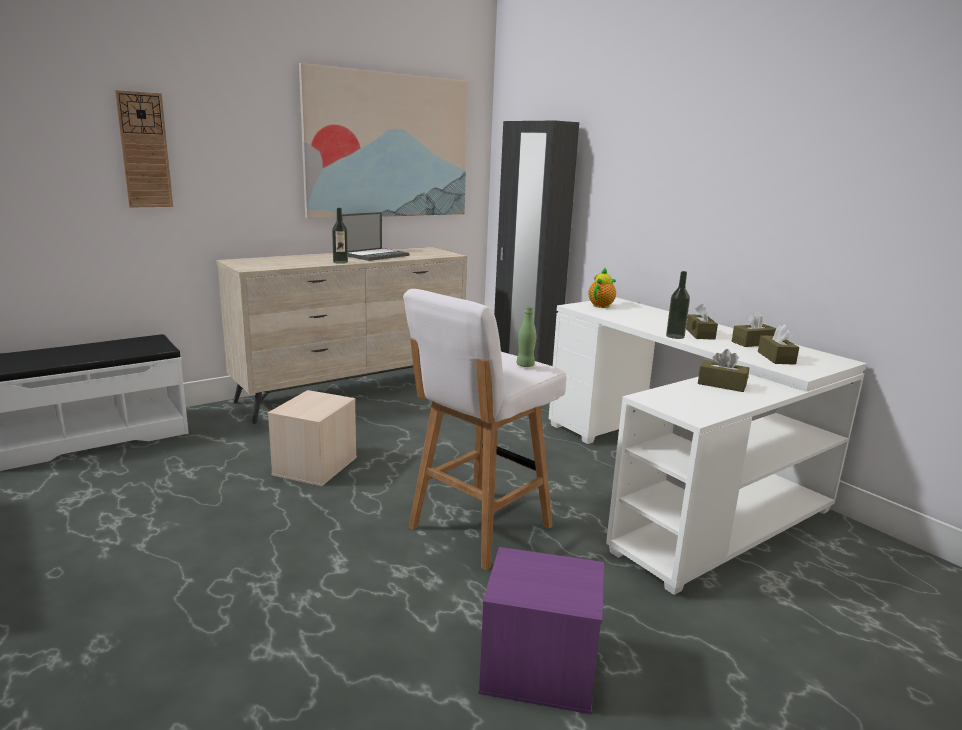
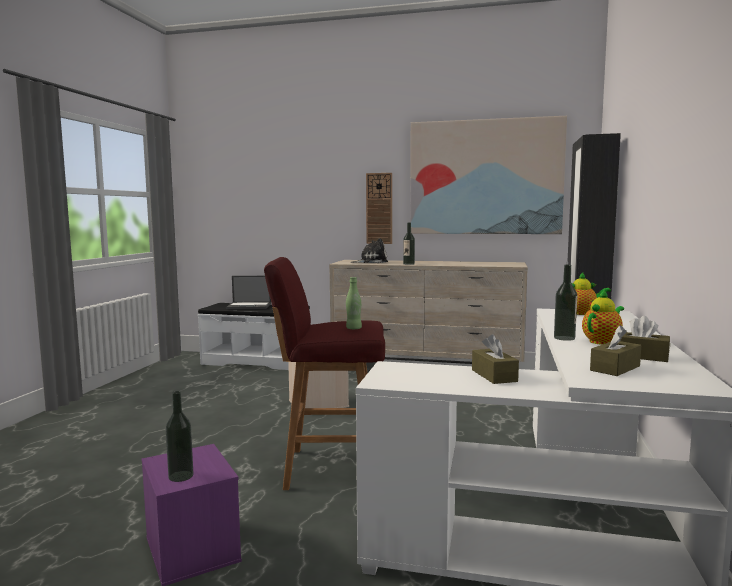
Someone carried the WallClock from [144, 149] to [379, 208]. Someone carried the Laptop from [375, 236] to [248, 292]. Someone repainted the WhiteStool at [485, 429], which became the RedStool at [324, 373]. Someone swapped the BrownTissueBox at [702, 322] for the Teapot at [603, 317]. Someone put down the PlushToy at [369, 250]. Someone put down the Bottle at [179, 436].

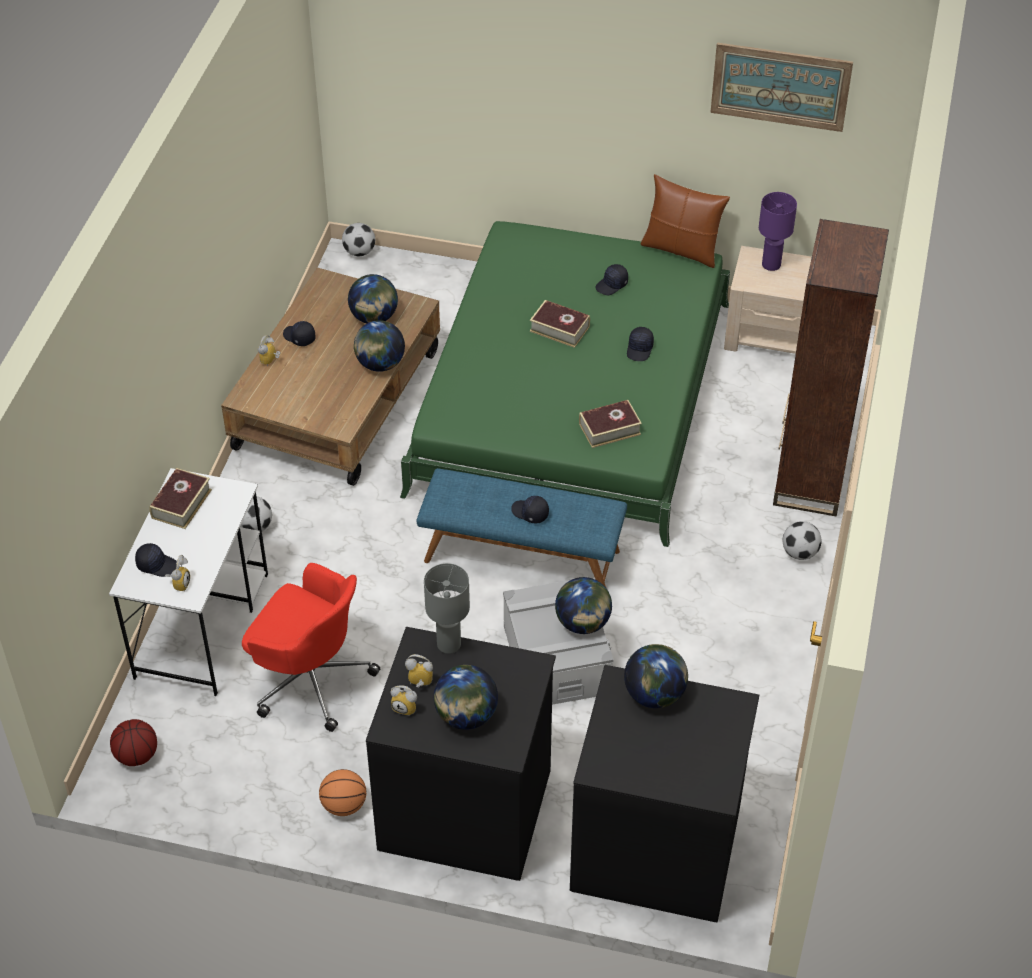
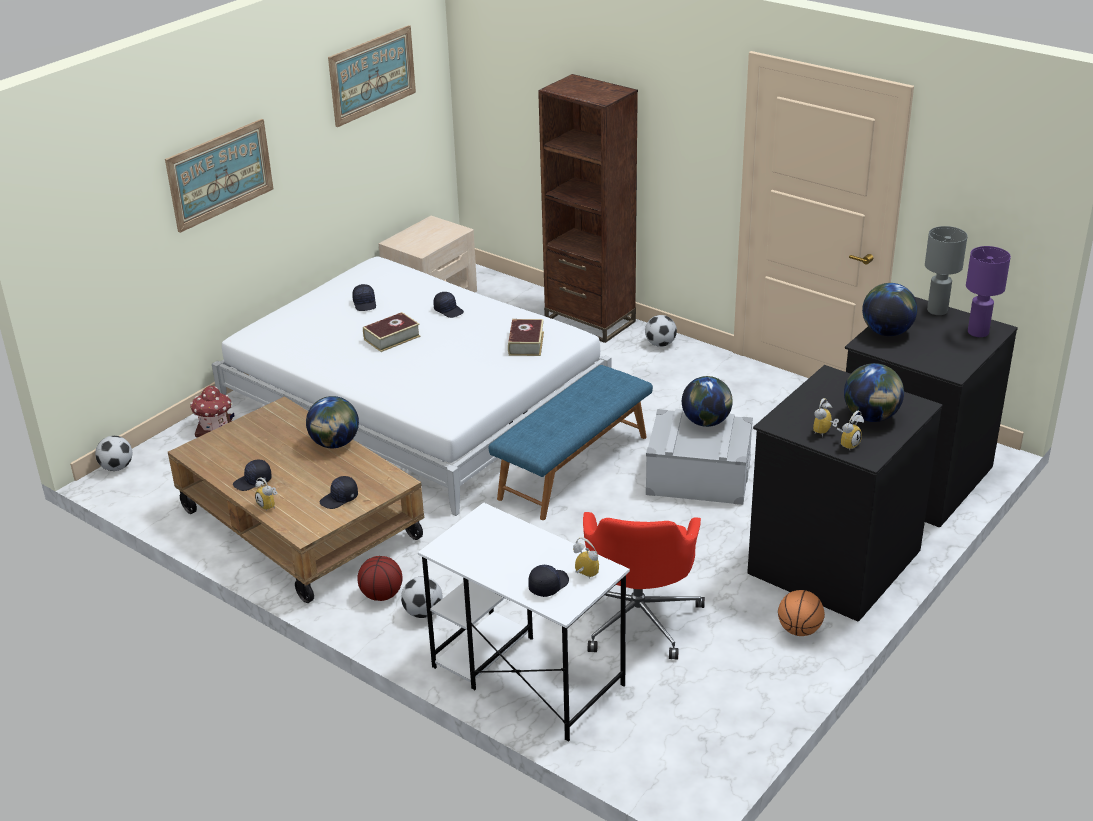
Someone took away the BrownPillow at [685, 221]. Someone carried the PurpleTableLamp from [778, 231] to [988, 291]. Someone repainted the GreenBed at [565, 384], which became the WhiteBed at [412, 386]. Someone took away the Globe at [373, 299]. Someone took away the Book at [180, 498]. Someone carried the BlackCap from [530, 509] to [339, 492]. Someone rotated the RedOfficeChair at [311, 647] by 135 degrees clockwise. Someone carried the GreyTableLamp from [447, 608] to [946, 270]. Someone carried the Basketball from [133, 742] to [380, 578]. Someone put up the Picture at [219, 176]. Someone put down the ToyHouse at [212, 411].

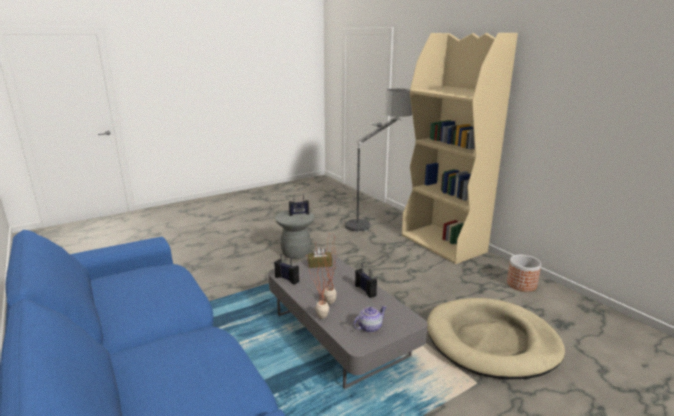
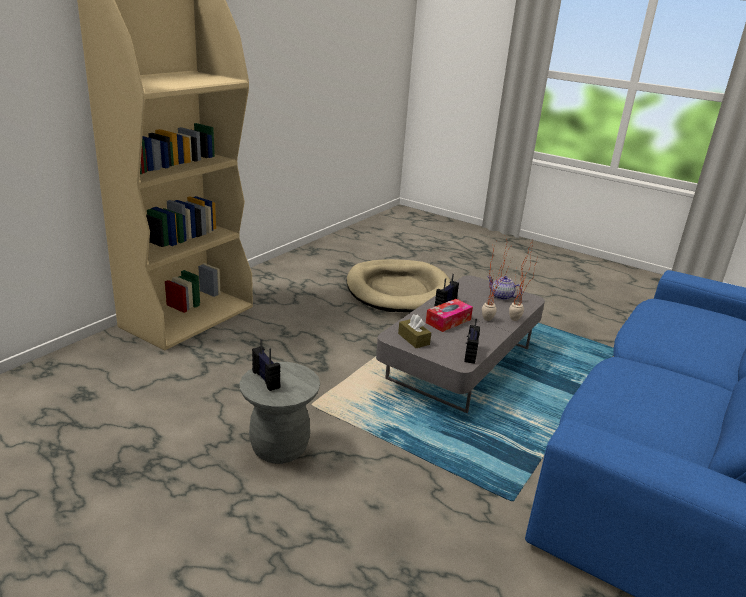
Someone took away the FloorLamp at [377, 160]. Someone took away the Planter at [524, 273]. Someone put down the TissueBox at [449, 315].

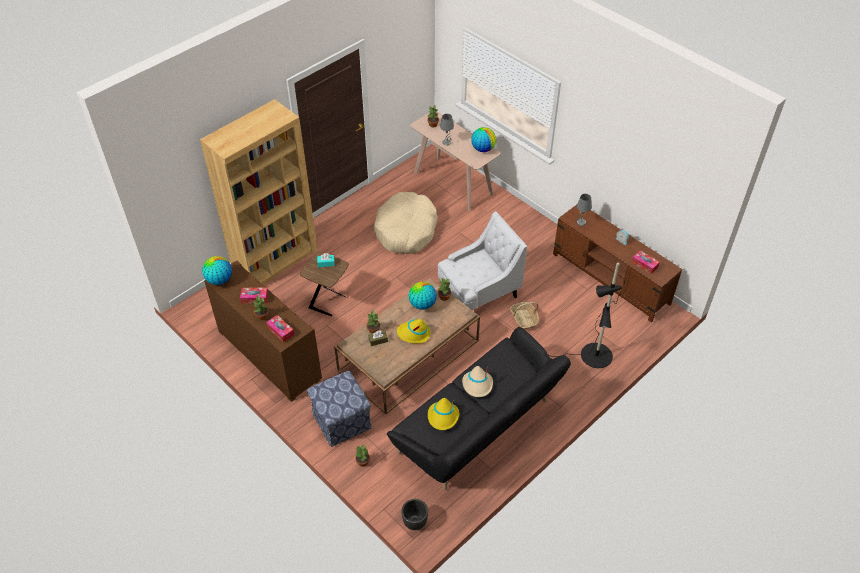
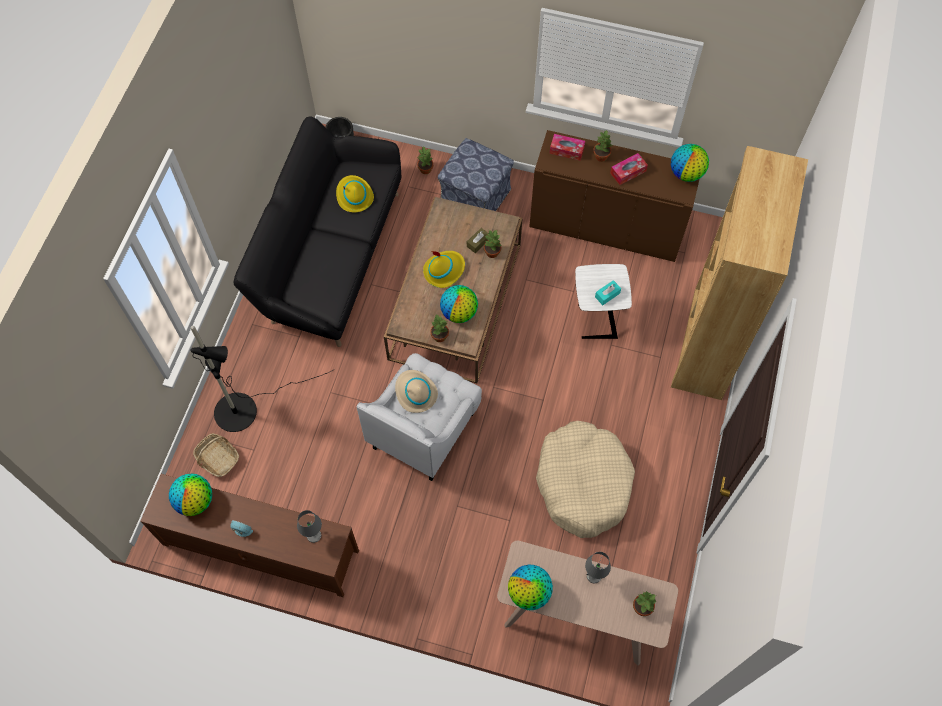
Someone swapped the TissueBox at [646, 262] for the Globe at [190, 495]. Someone repainted the BrownSideTable at [324, 284], which became the WhiteSideTable at [603, 301]. Someone carried the Basket from [524, 315] to [216, 455]. Someone carried the BeigeHat from [477, 381] to [416, 391].

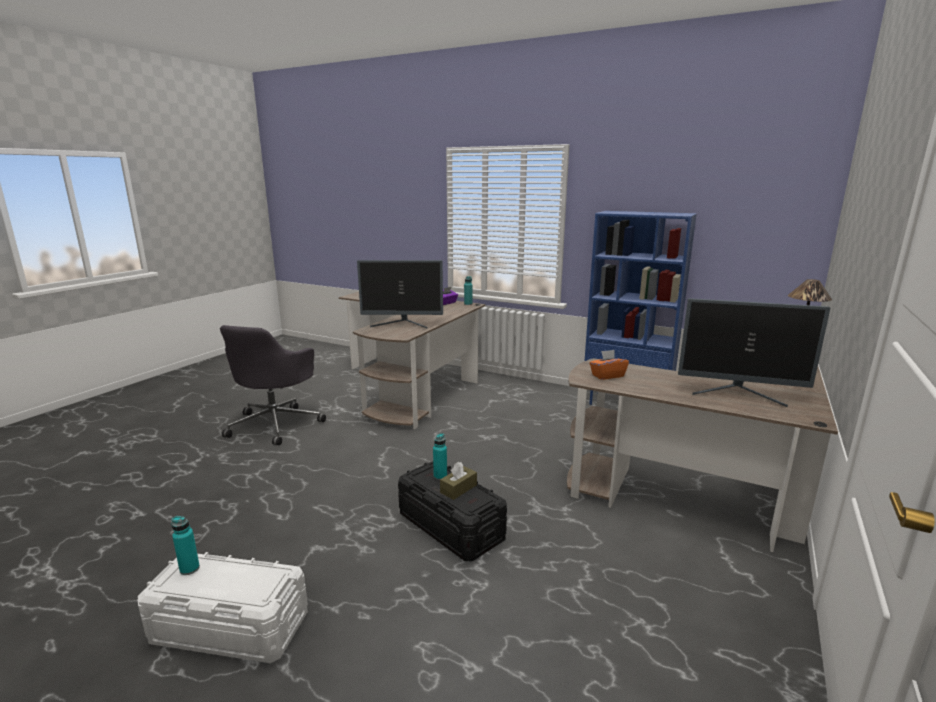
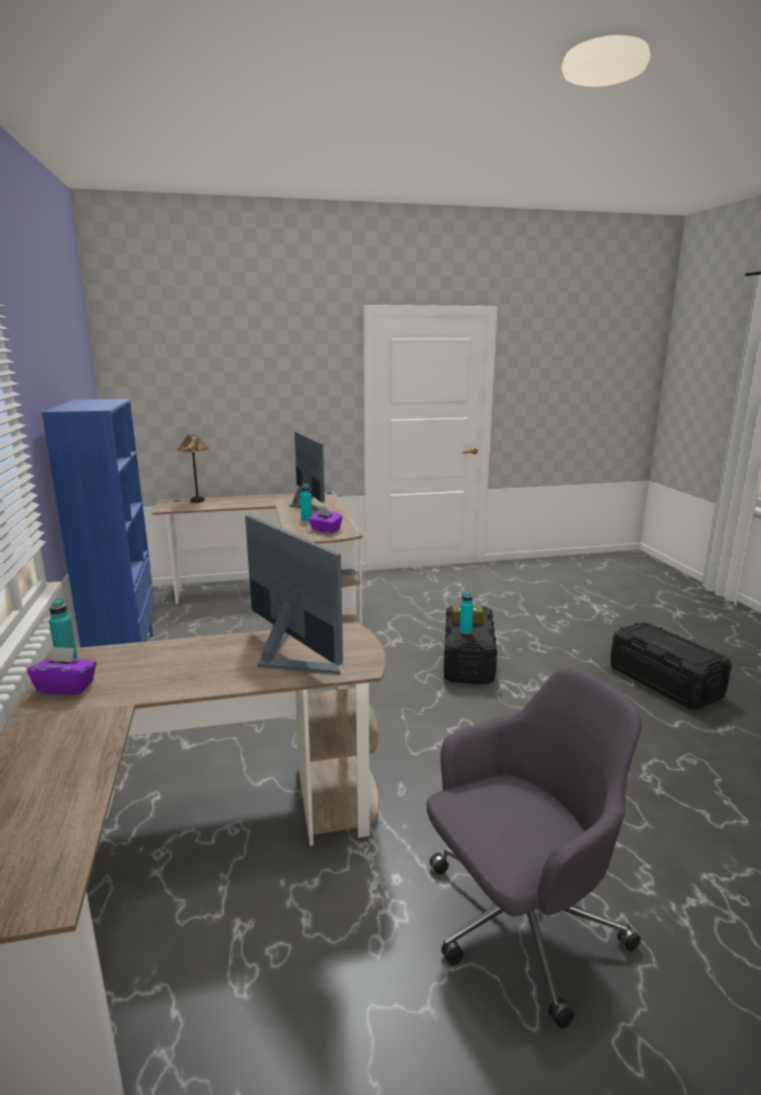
Someone repainted the OrangeTissueBox at [609, 365], which became the PurpleTissueBox at [326, 520]. Someone carried the TurquoiseBottle from [185, 545] to [306, 502]. Someone repainted the WhiteStorageBox at [222, 607], which became the BlackStorageBox at [671, 666].

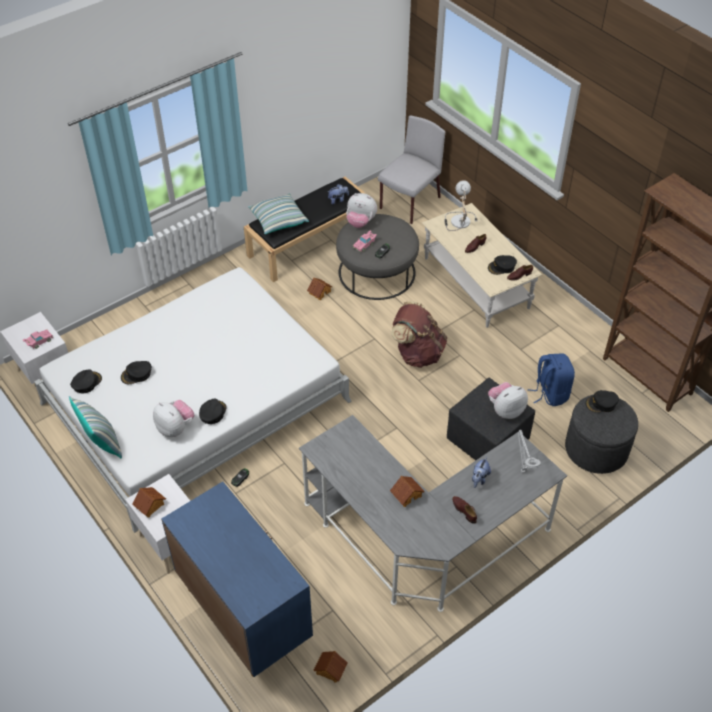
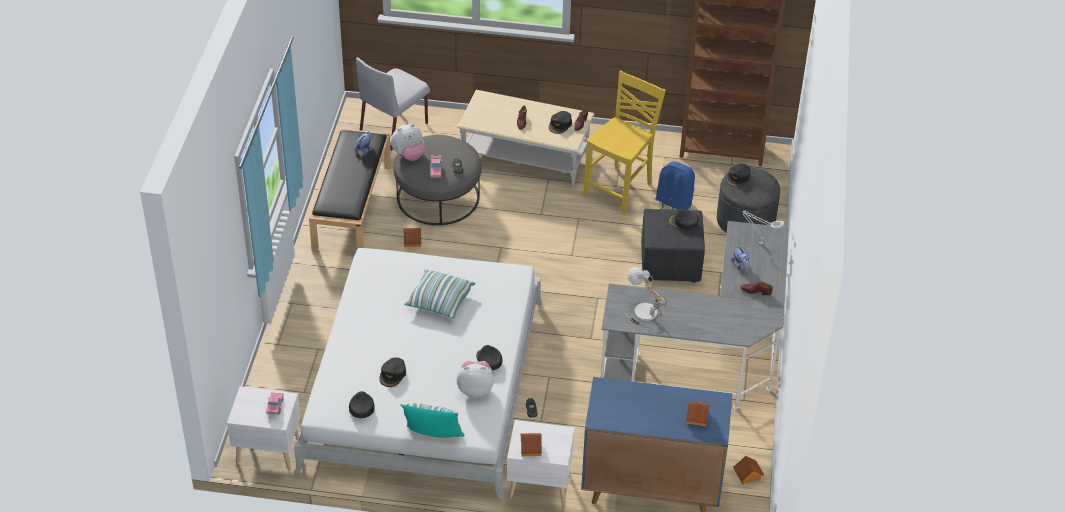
Someone rotated the GreyChair at [411, 169] by 135 degrees counterclockwise. Someone carried the TableLamp from [461, 205] to [646, 297]. Someone carried the Pillow from [278, 214] to [440, 294]. Someone took away the BrownBackpack at [419, 334]. Someone swapped the PlushToy at [508, 400] for the BlackCap at [684, 220]. Someone carried the ToyHouse from [407, 491] to [698, 414]. Someone put down the YellowChair at [624, 142].

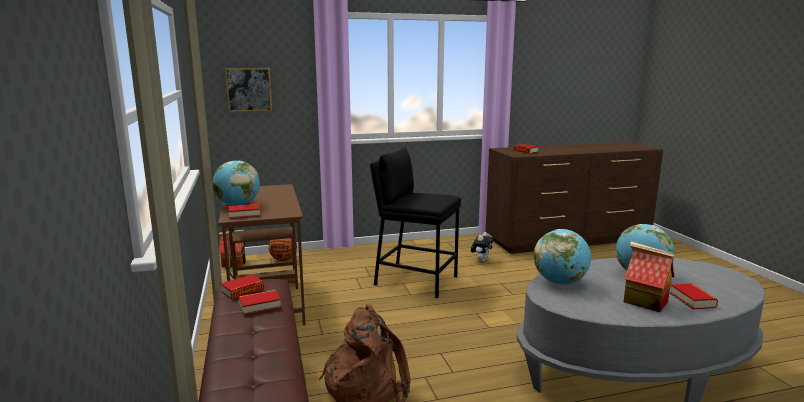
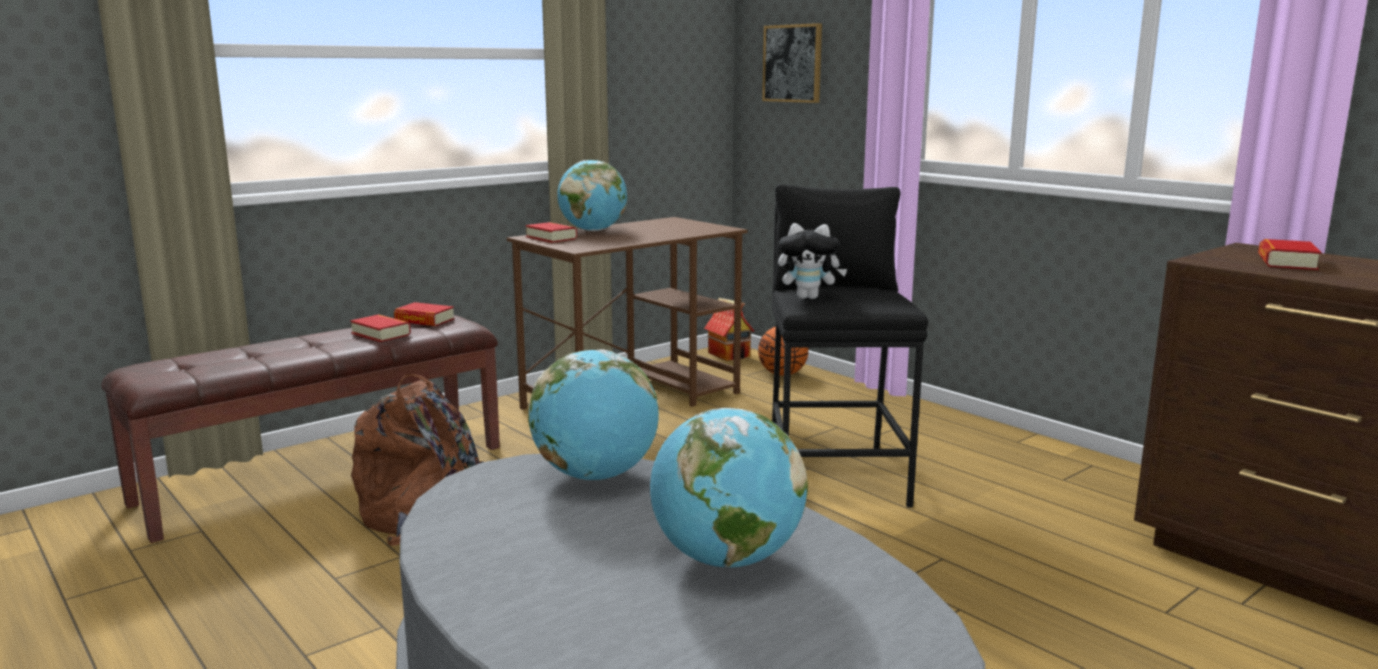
Someone carried the PlushToy from [482, 247] to [813, 261]. Someone took away the ToyHouse at [649, 276]. Someone took away the Book at [694, 296].

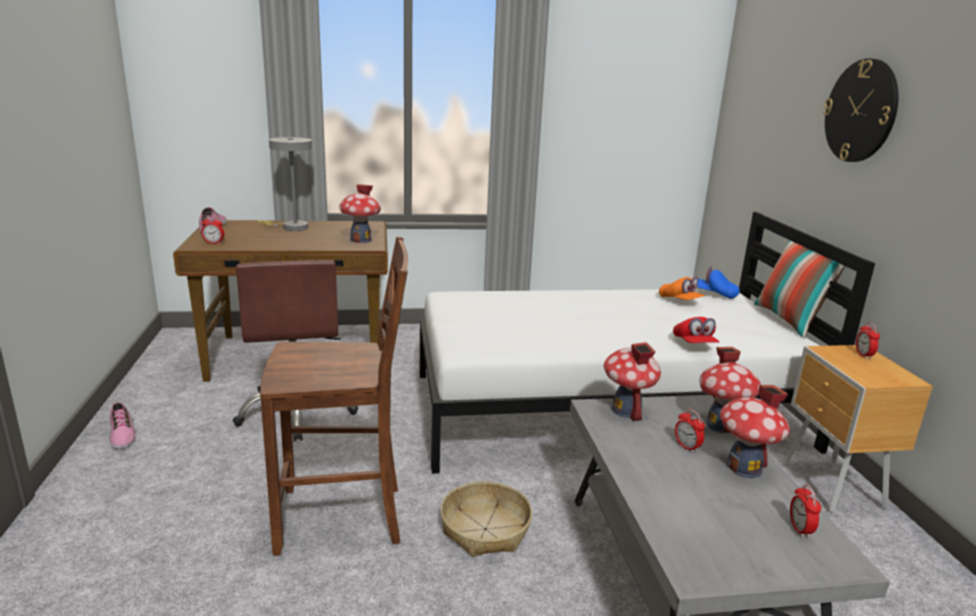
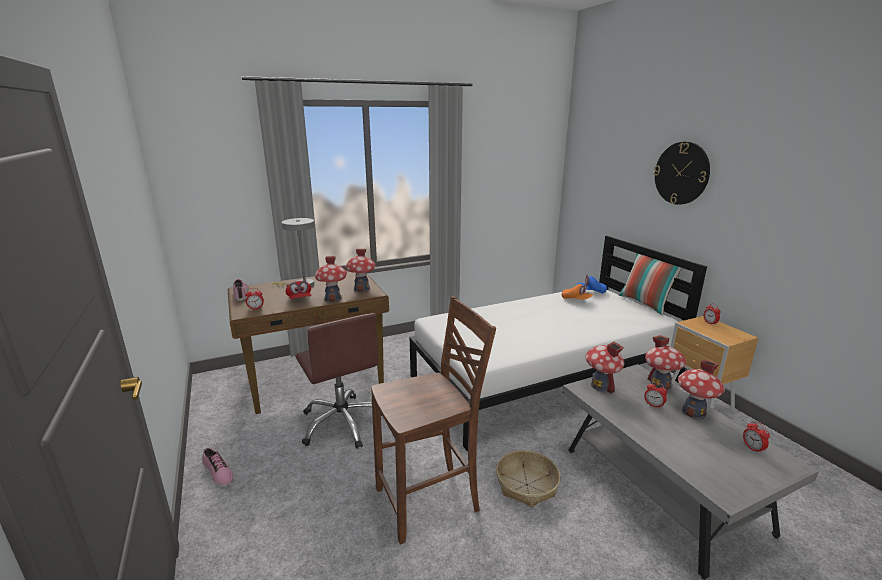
Someone carried the RedCap from [696, 330] to [298, 290]. Someone put down the ToyHouse at [331, 279].

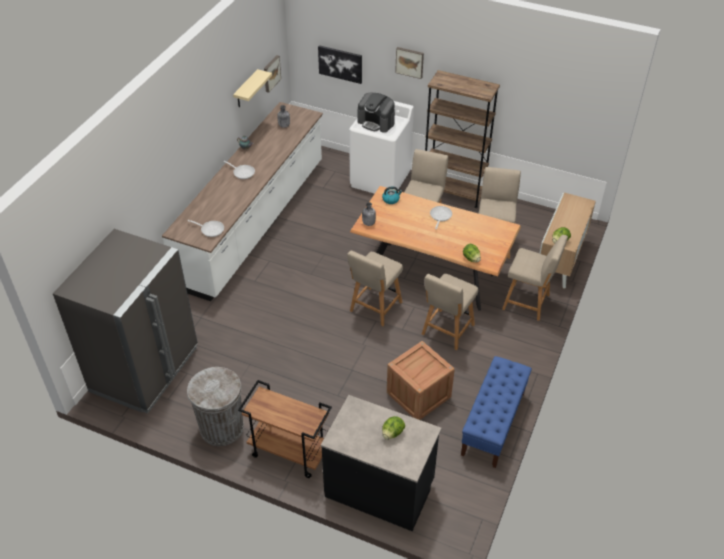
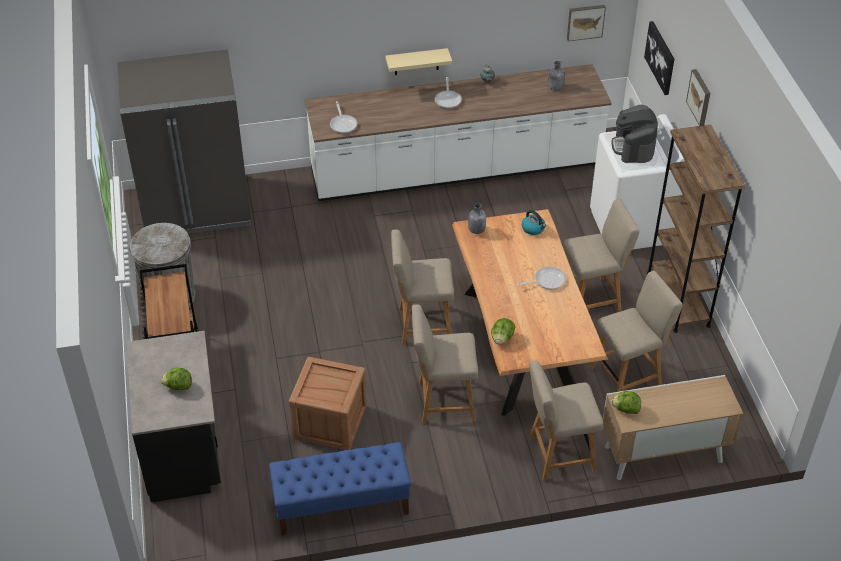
Someone carried the BeigeShelf from [252, 88] to [418, 61]. Someone rotated the BeigeChair at [535, 278] by 90 degrees clockwise.

